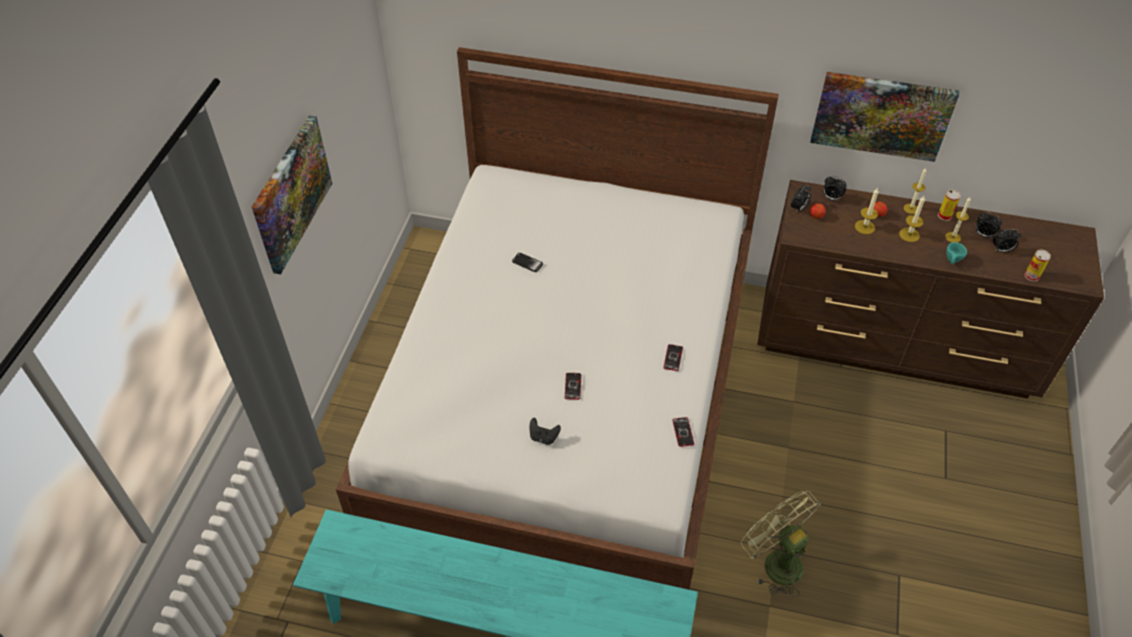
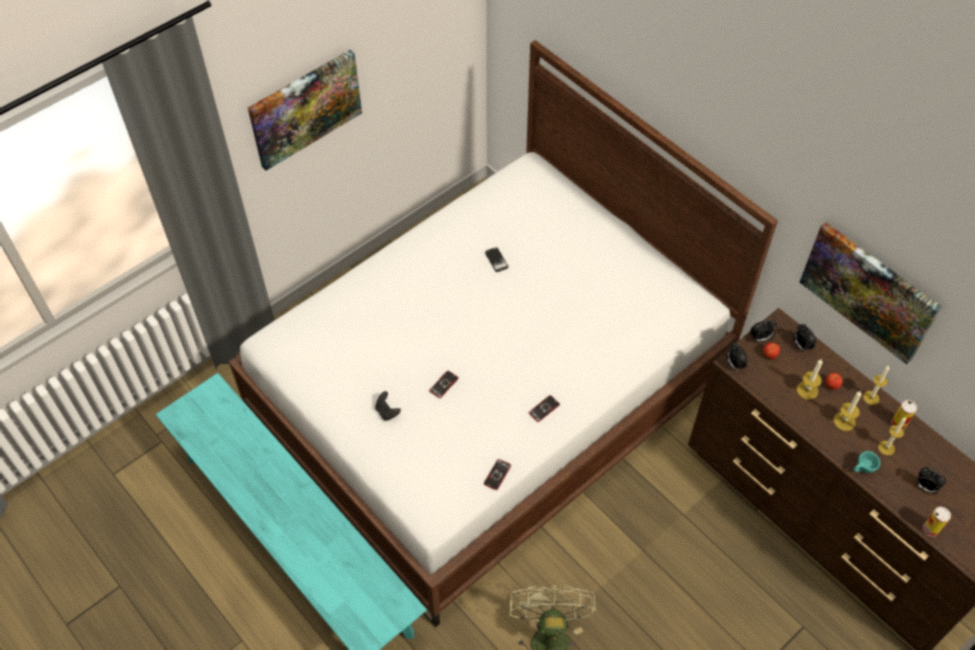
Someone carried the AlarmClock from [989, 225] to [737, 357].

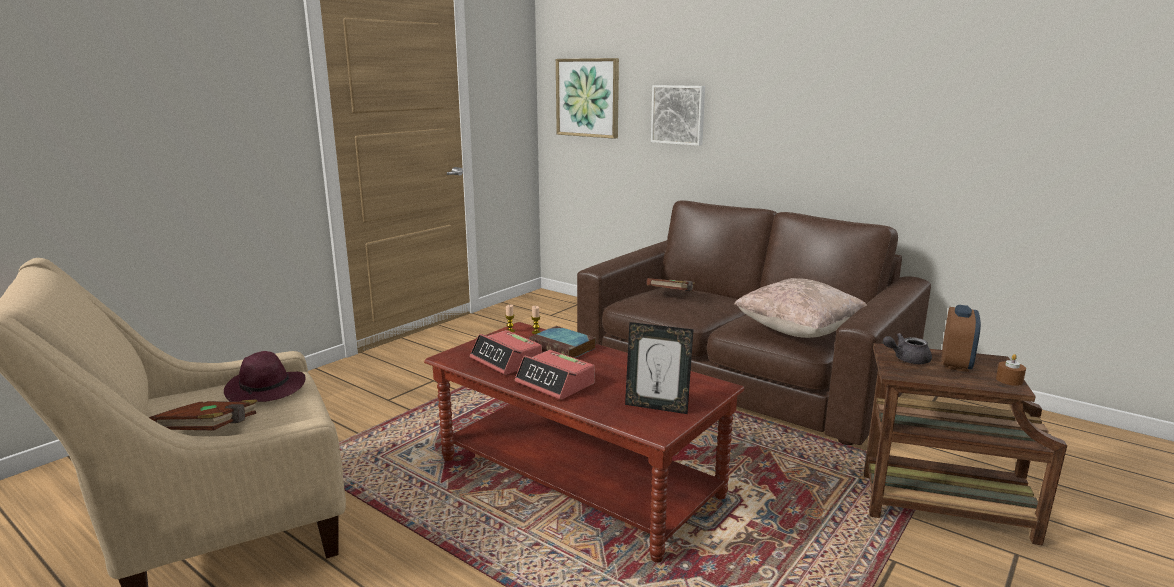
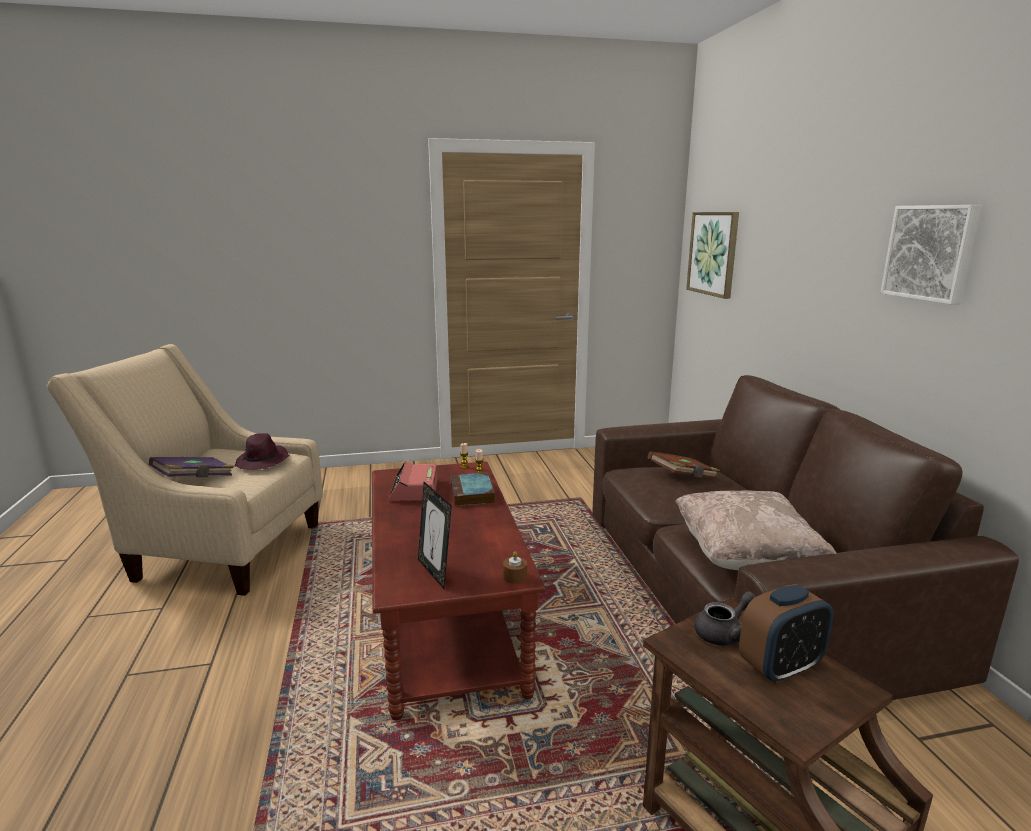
Someone carried the Picture from [678, 115] to [931, 254]. Someone rotated the GreyTeapot at [907, 348] by 120 degrees clockwise. Someone took away the AlarmClock at [554, 375]. Someone carried the BrownCandle from [1011, 370] to [515, 567]. Someone repainted the BrownBook at [203, 414], which became the PurpleBook at [191, 467].

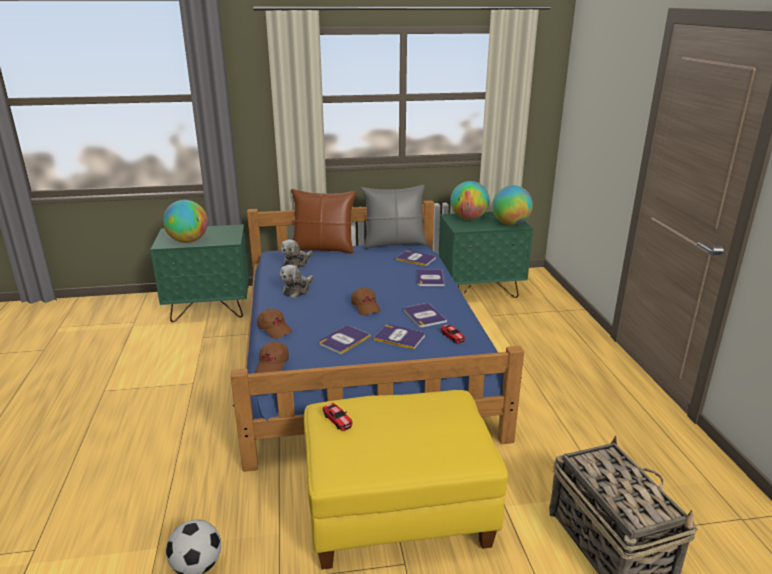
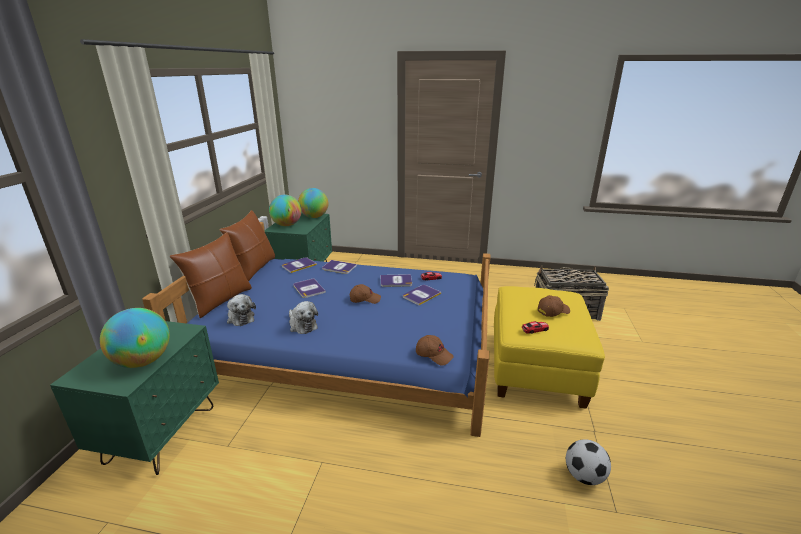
Someone repainted the GreyPillow at [394, 217], which became the BrownPillow at [247, 245]. Someone carried the BrownCap from [275, 324] to [554, 306]. Someone carried the Book from [345, 340] to [309, 288].

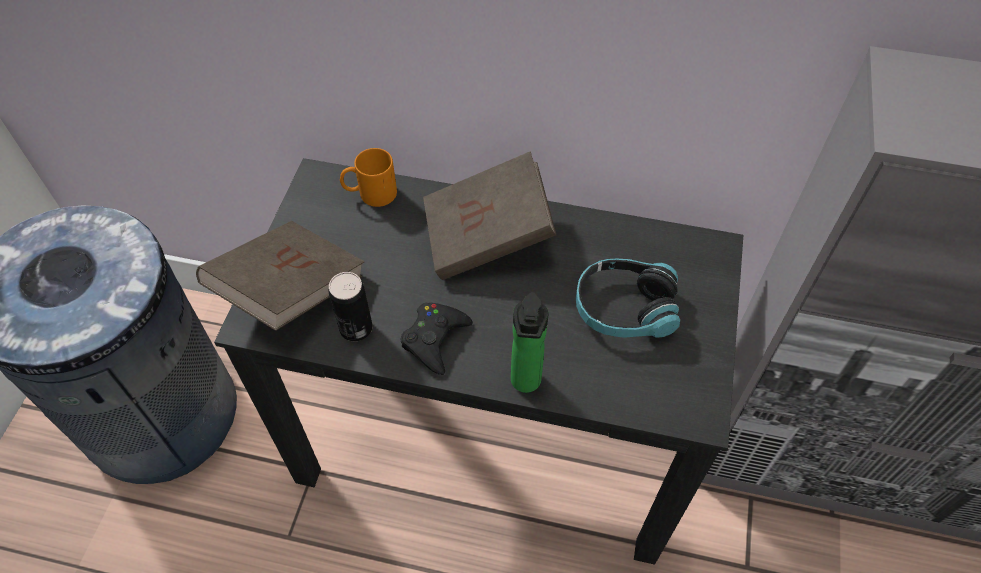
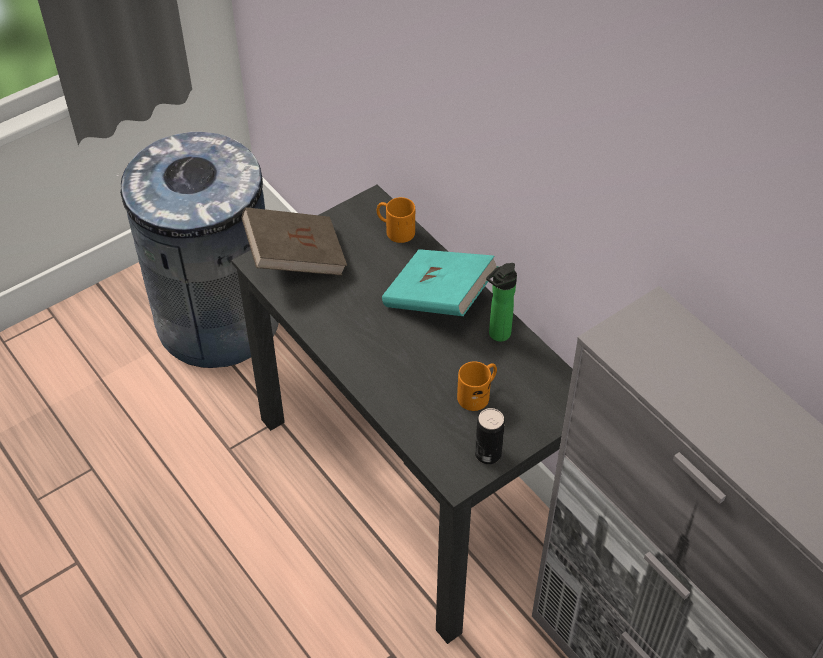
Someone repainted the BrownBook at [489, 215], which became the TurquoiseBook at [440, 282]. Someone swapped the Headphones at [628, 298] for the OrangeMug at [477, 386]. Someone carried the Can from [351, 306] to [490, 436]. Someone carried the Bottle from [530, 342] to [501, 302]. Someone took away the BlackGameController at [437, 339].

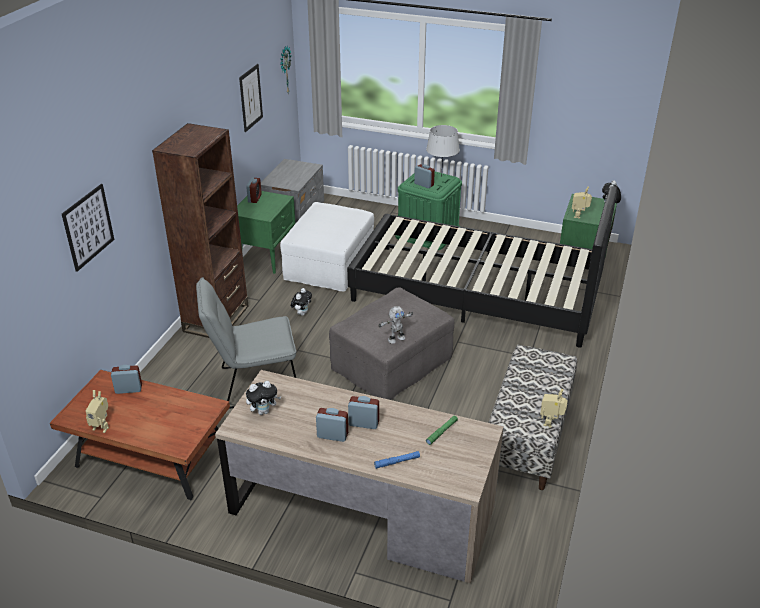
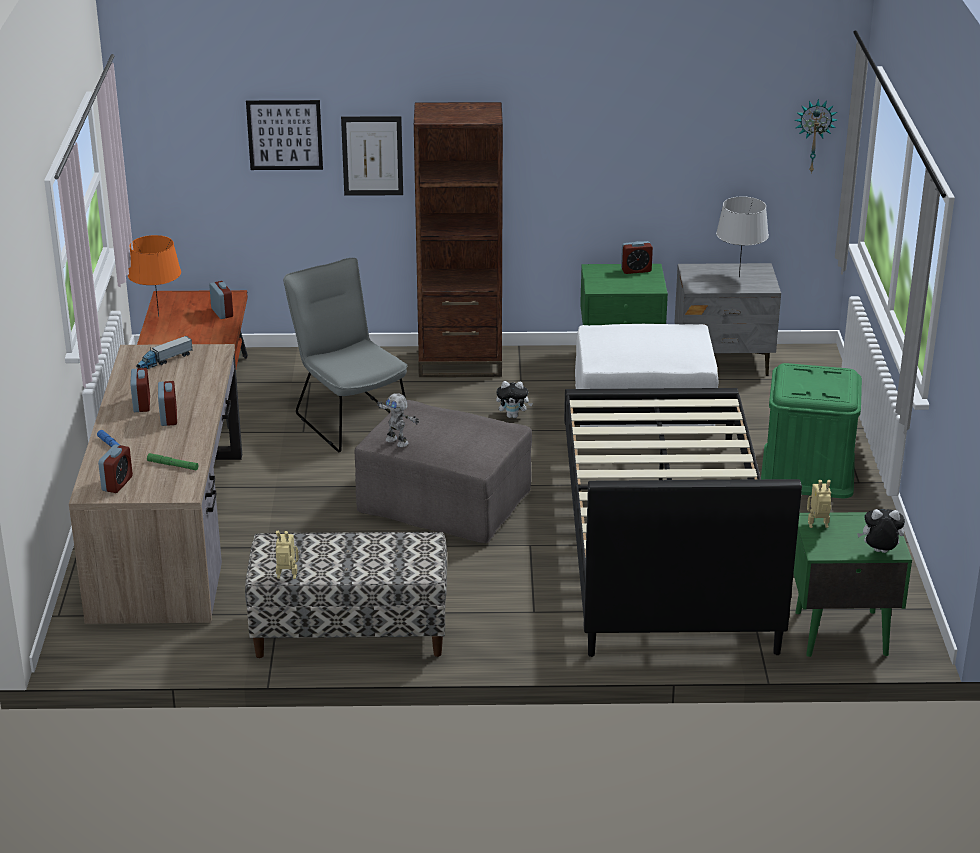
Someone carried the Picture from [251, 98] to [372, 156]. Someone carried the GreyTableLamp from [443, 145] to [742, 236]. Someone carried the AlarmClock from [424, 176] to [115, 468]. Someone swapped the PlushToy at [263, 398] for the ToyTruck at [164, 352]. Someone swapped the ToyRobot at [97, 411] for the OrangeTableLamp at [154, 276].

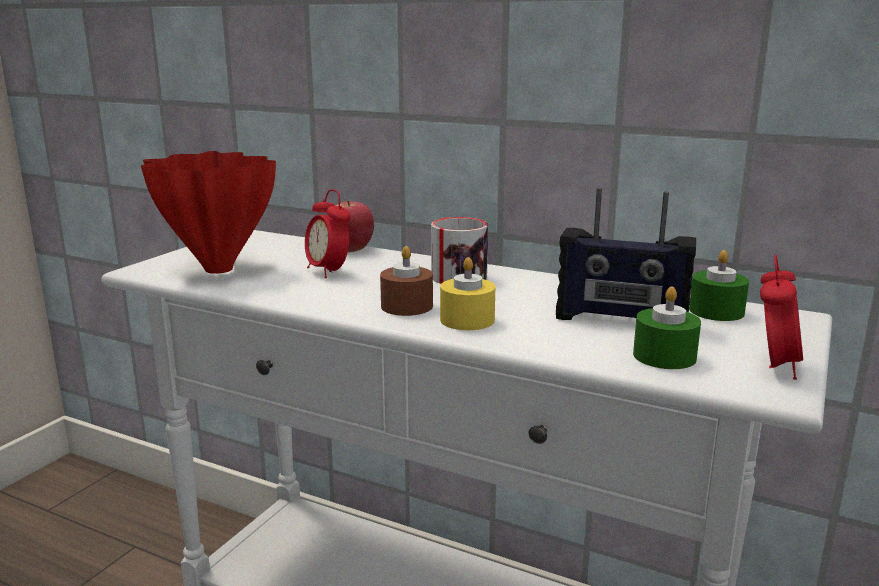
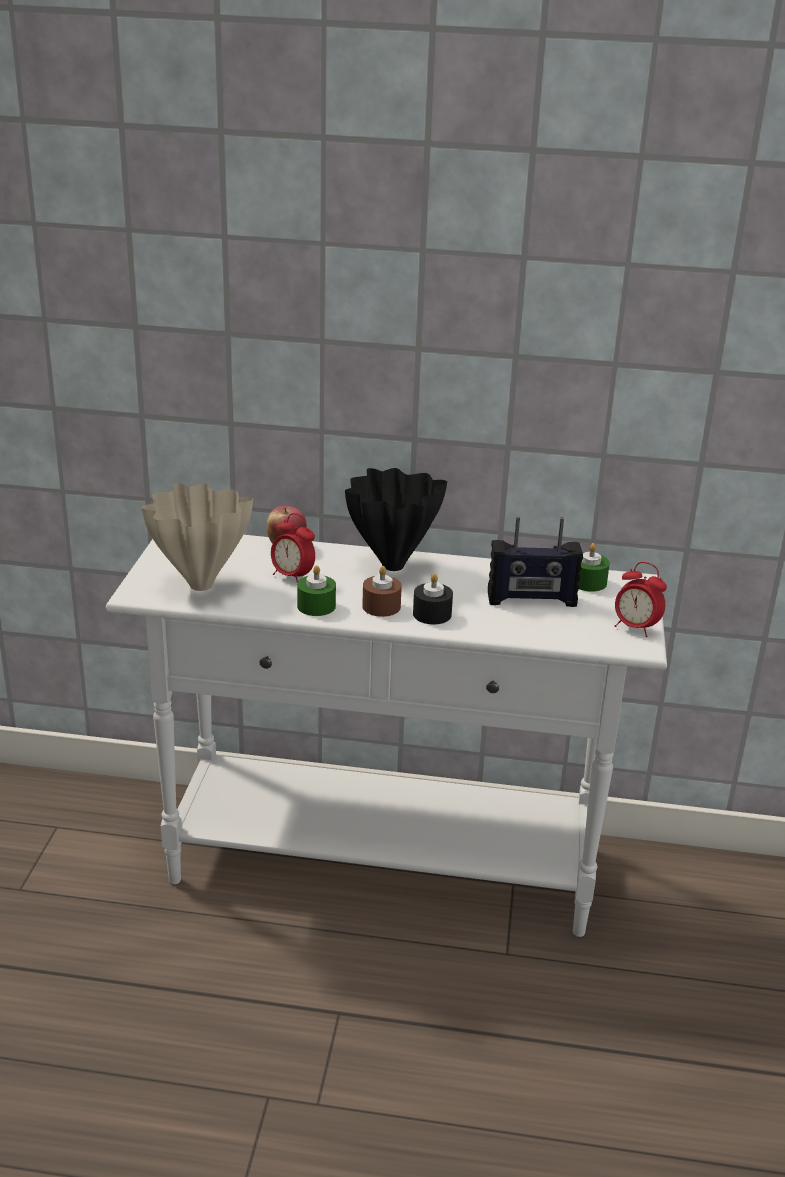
Someone repainted the RedVase at [208, 212], which became the BeigeVase at [197, 537]. Someone swapped the Mug at [459, 250] for the BlackVase at [396, 519]. Someone rotated the AlarmClock at [781, 317] by 120 degrees clockwise. Someone repainted the YellowCandle at [467, 293], which became the BlackCandle at [433, 598]. Someone carried the GreenCandle from [667, 328] to [316, 590].

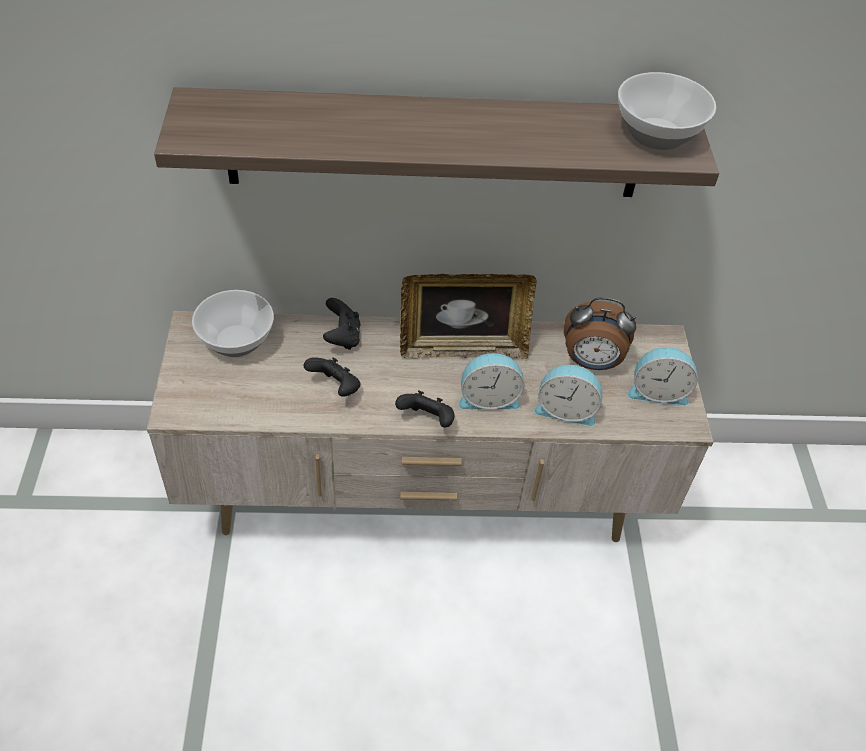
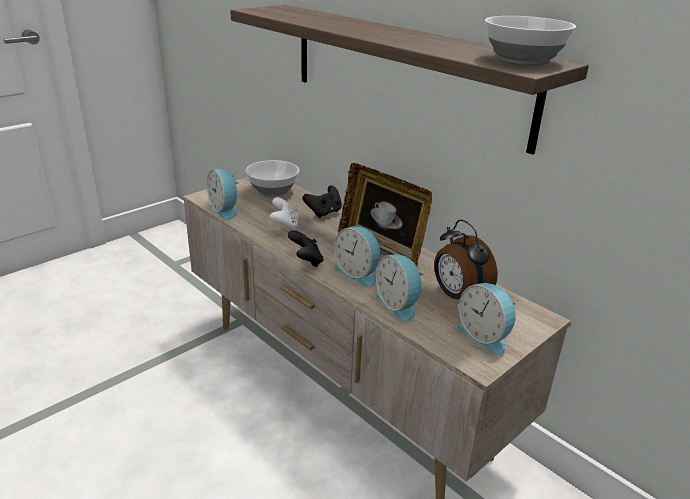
Someone repainted the BlackGameController at [332, 377], which became the WhiteGameController at [284, 214]. Someone put down the AlarmClock at [223, 194].

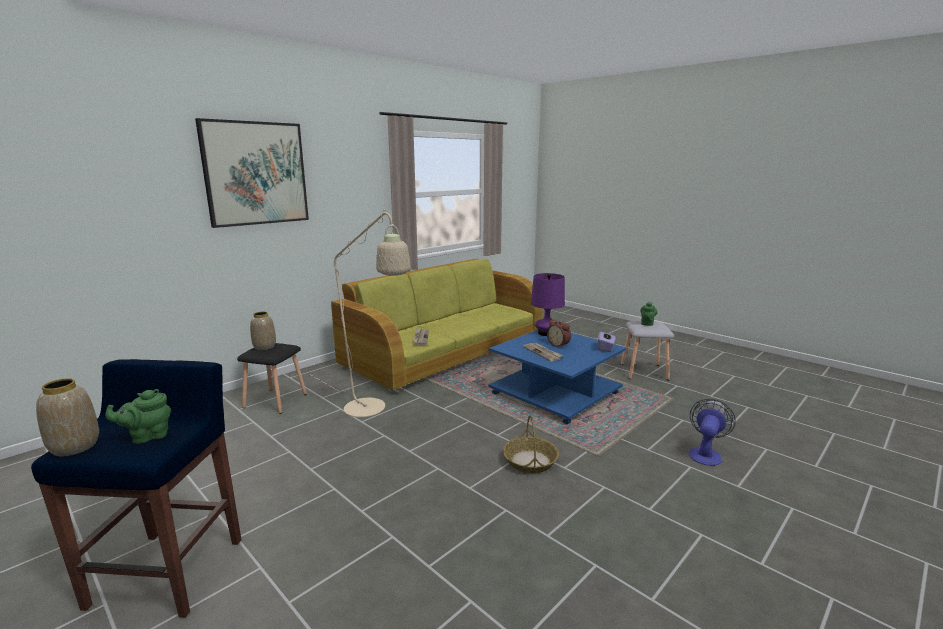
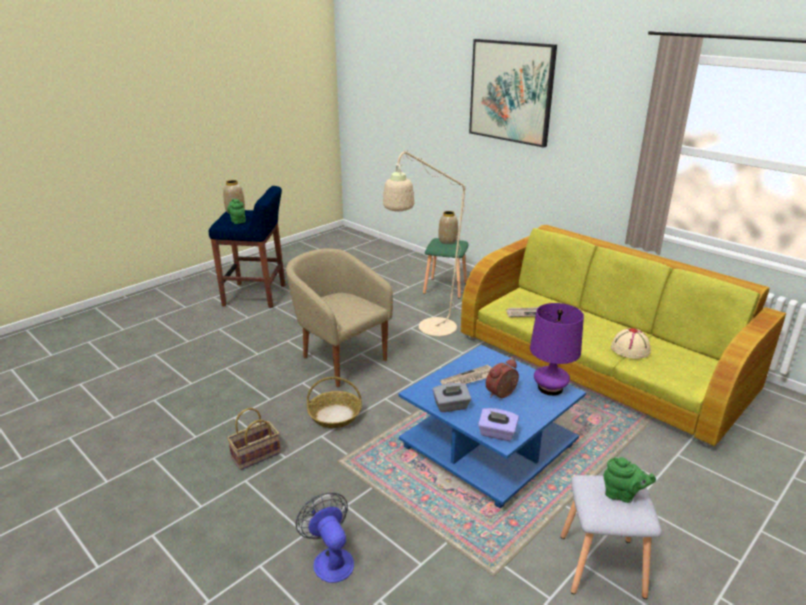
Someone repainted the BlackStool at [272, 378], which became the GreenStool at [446, 268]. Someone rotated the Fan at [712, 432] by 150 degrees counterclockwise. Someone put down the BeigeArmchair at [339, 317]. Someone put down the BeigeHat at [631, 343]. Someone put down the GreyTissueBox at [452, 397]. Someone put down the Basket at [254, 439].

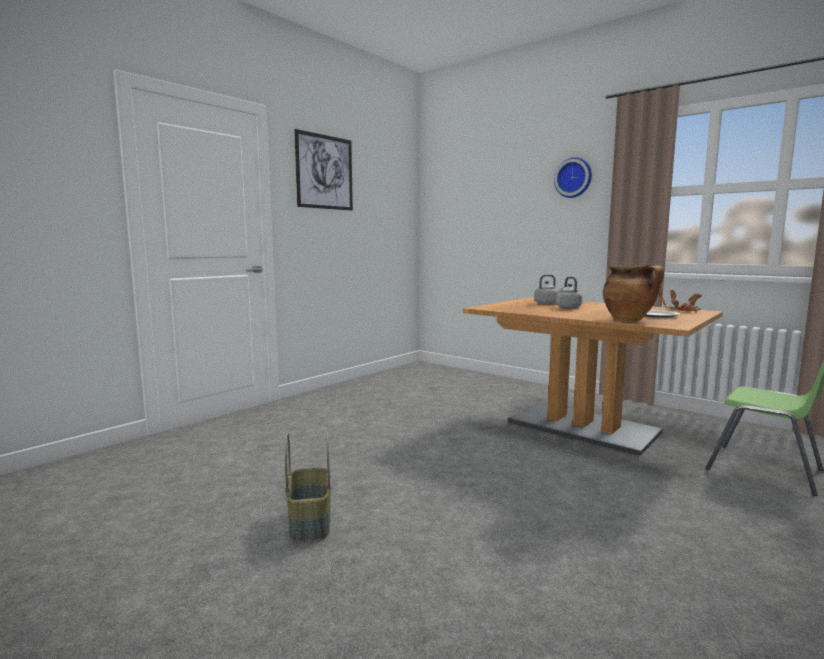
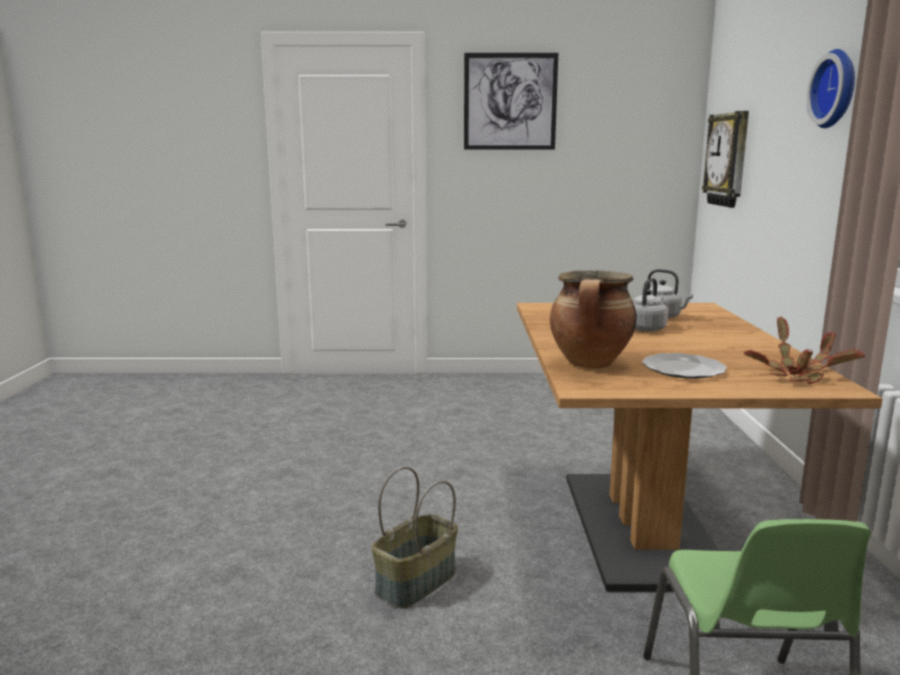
Someone carried the Basket from [308, 486] to [414, 538]. Someone put up the WallClock at [725, 159].

